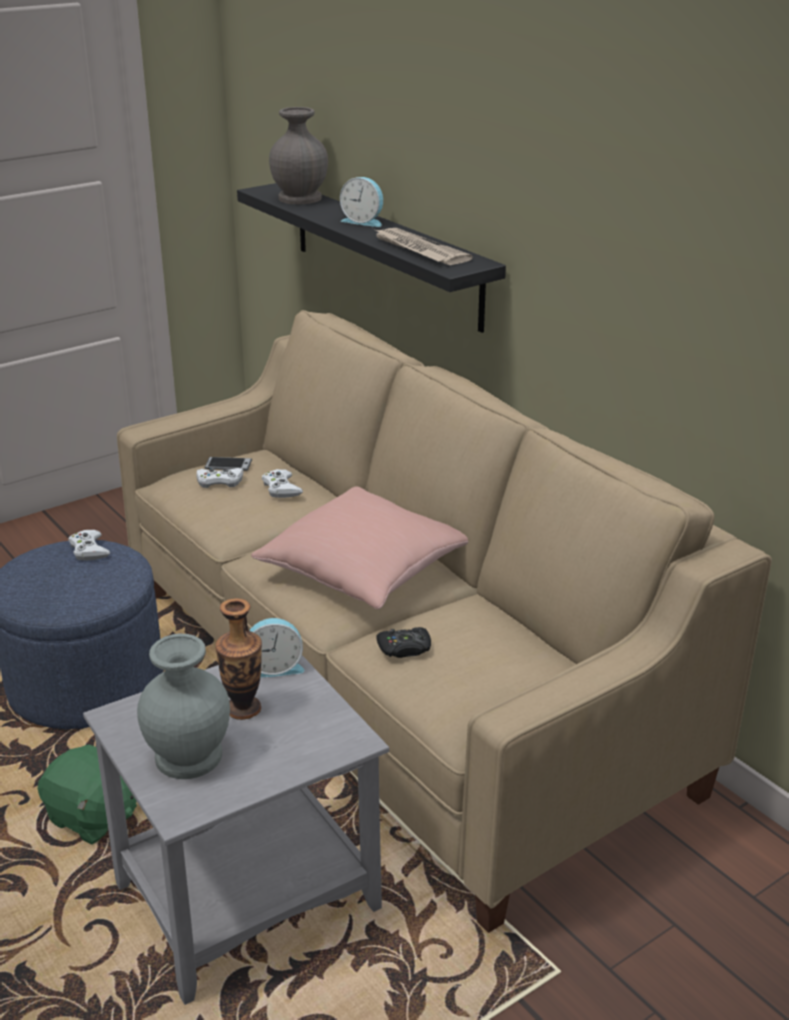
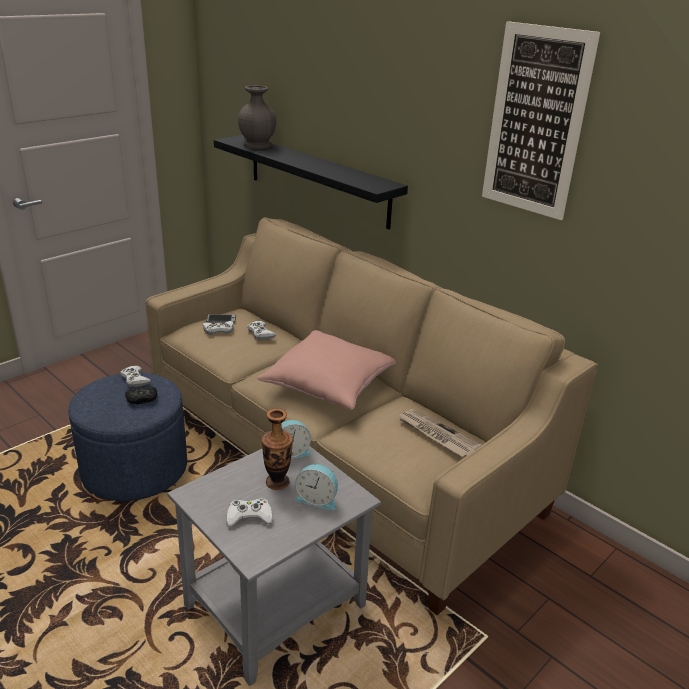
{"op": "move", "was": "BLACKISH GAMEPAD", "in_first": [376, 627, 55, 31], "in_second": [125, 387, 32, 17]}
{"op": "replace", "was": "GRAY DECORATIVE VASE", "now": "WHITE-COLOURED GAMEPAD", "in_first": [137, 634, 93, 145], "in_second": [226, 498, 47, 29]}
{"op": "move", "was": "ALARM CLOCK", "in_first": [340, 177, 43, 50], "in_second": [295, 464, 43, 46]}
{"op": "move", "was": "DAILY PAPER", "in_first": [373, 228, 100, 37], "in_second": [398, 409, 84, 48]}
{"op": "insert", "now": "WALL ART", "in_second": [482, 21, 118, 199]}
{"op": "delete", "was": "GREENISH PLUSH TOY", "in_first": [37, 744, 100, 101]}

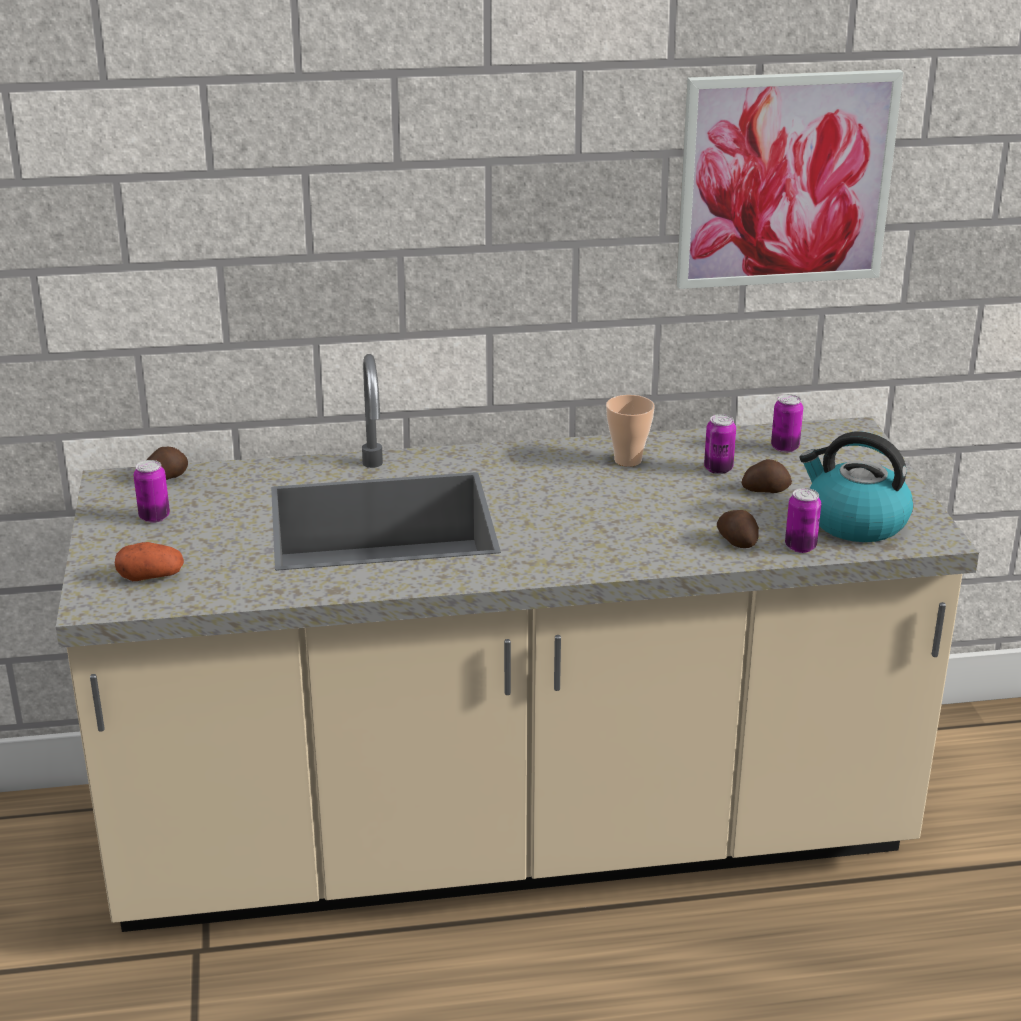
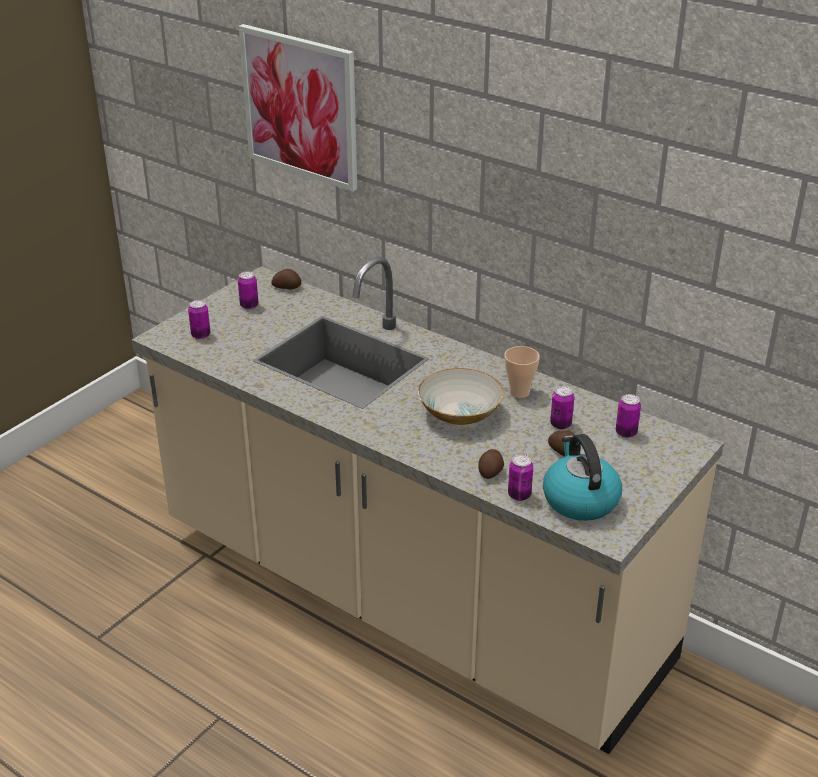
{"op": "replace", "was": "SPUD", "now": "METAL CAN", "in_first": [115, 542, 69, 39], "in_second": [188, 300, 22, 39]}
{"op": "move", "was": "WALL ART", "in_first": [676, 69, 227, 220], "in_second": [239, 24, 118, 167]}
{"op": "insert", "now": "BOWL", "in_second": [418, 368, 86, 57]}

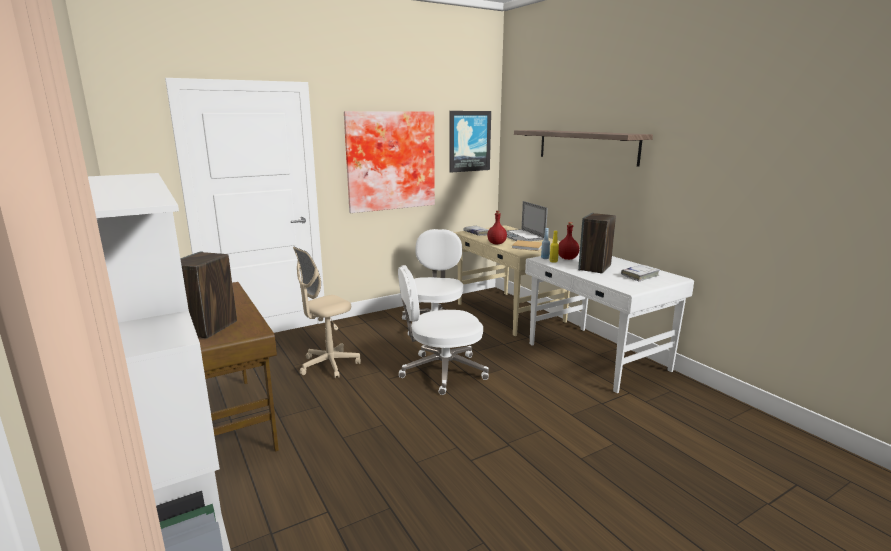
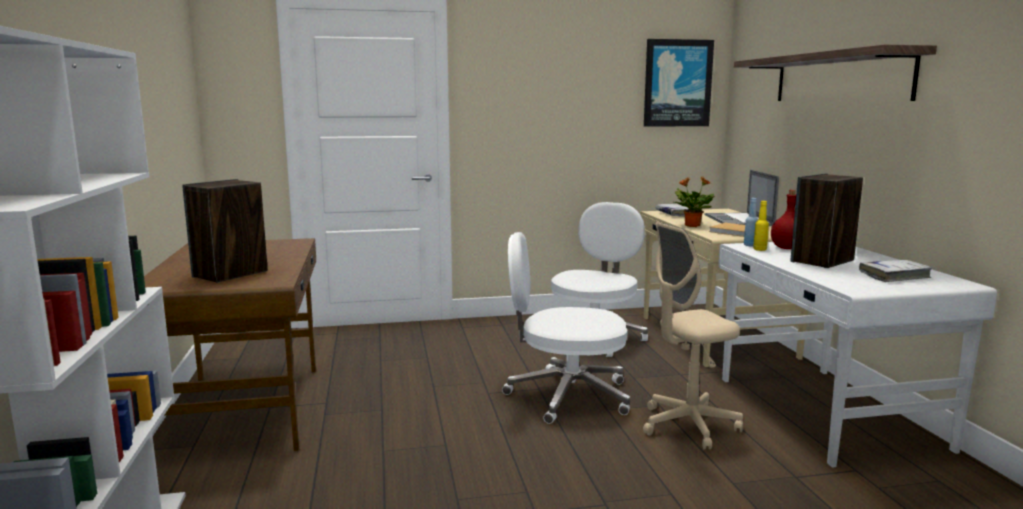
{"op": "move", "was": "SAND-COLOURED OFFICE CHAIR", "in_first": [293, 247, 68, 131], "in_second": [643, 222, 100, 228]}
{"op": "replace", "was": "RED-COLOURED DRINK BOTTLE", "now": "HOUSEPLANT", "in_first": [487, 211, 20, 33], "in_second": [674, 176, 41, 51]}
{"op": "delete", "was": "WALL ART", "in_first": [344, 111, 91, 102]}

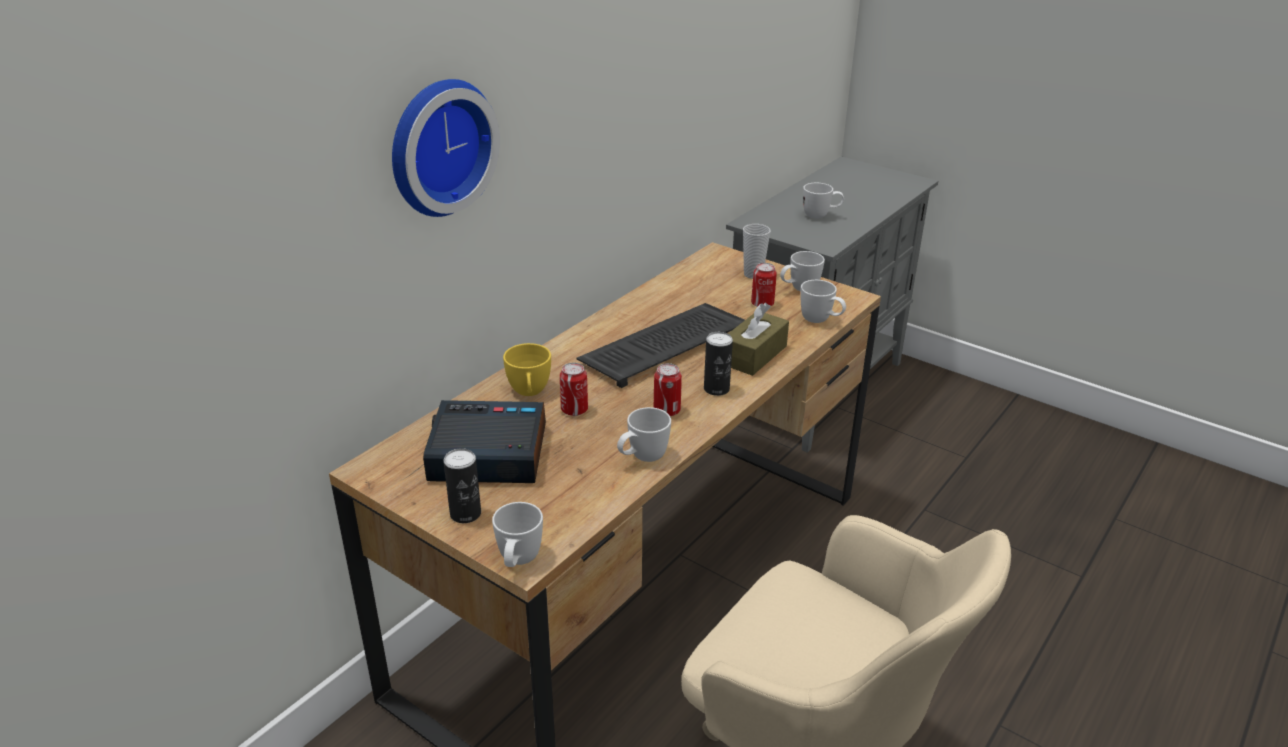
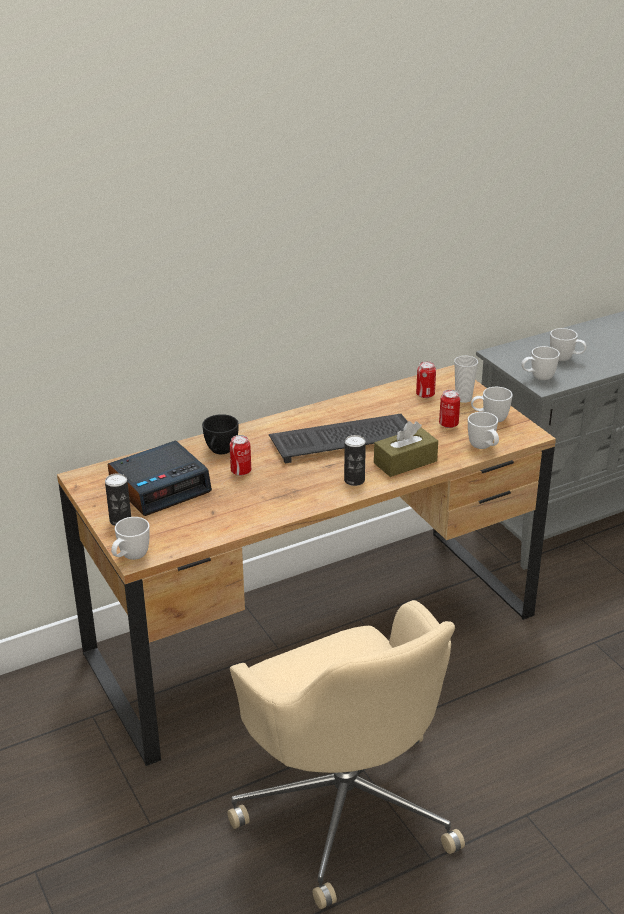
{"op": "rotate", "was": "ALARM CLOCK", "in_first": [423, 400, 123, 83], "in_second": [108, 440, 104, 76], "clockwise": 120}
{"op": "recolor", "was": "YELLOWISH DRINKING CUP", "now": "BLACKISH DRINKING CUP", "in_first": [503, 343, 48, 53], "in_second": [202, 414, 36, 40]}
{"op": "move", "was": "METAL CAN", "in_first": [654, 363, 28, 53], "in_second": [416, 361, 20, 37]}
{"op": "move", "was": "WHITE-COLOURED MUG", "in_first": [617, 407, 54, 55], "in_second": [521, 346, 39, 34]}
{"op": "delete", "was": "CLOCK ON THE WALL", "in_first": [392, 79, 108, 138]}

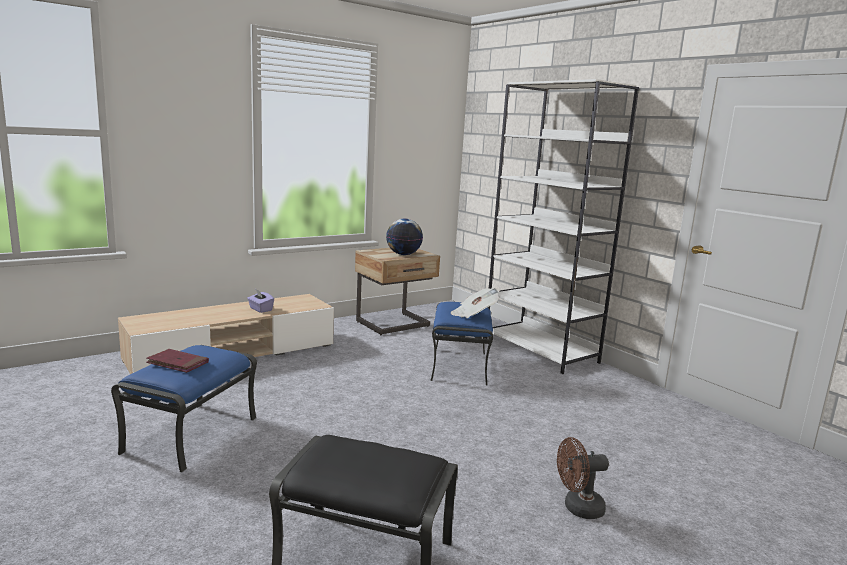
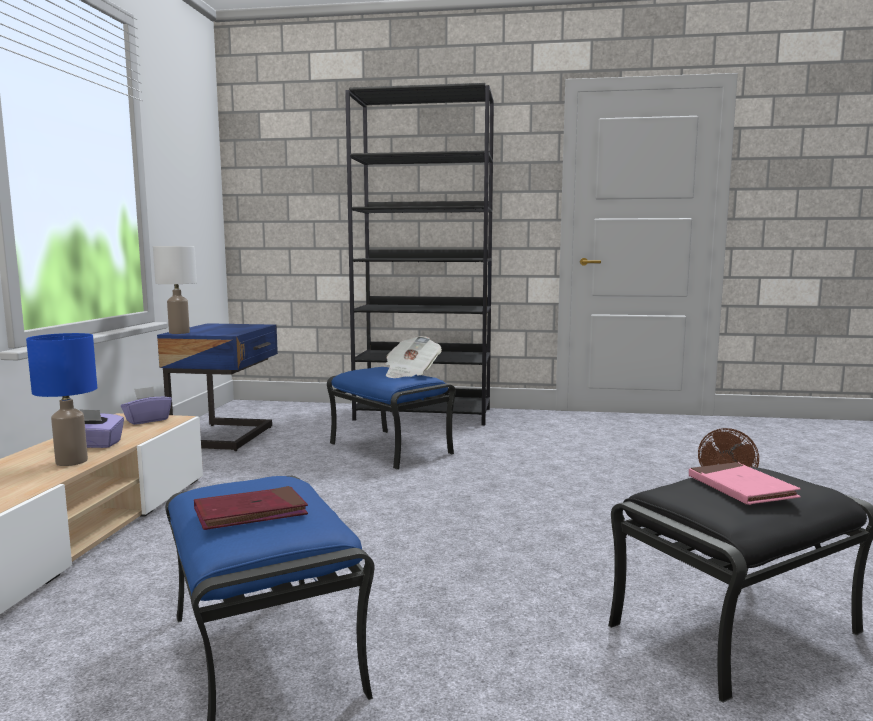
{"op": "insert", "now": "BLUISH TABLE LAMP", "in_second": [26, 333, 71, 133]}
{"op": "insert", "now": "PURPLE-COLOURED TISSUE BOX", "in_second": [121, 387, 51, 38]}
{"op": "insert", "now": "WHITE-COLOURED TABLE LAMP", "in_second": [153, 246, 44, 88]}
{"op": "recolor", "was": "SAND-COLOURED NIGHT TABLE", "now": "BLUISH NIGHT TABLE", "in_first": [355, 248, 85, 87], "in_second": [157, 323, 121, 128]}
{"op": "recolor", "was": "WHITE-COLOURED BOOKSHELF", "now": "BLACKISH BOOKSHELF", "in_first": [485, 79, 154, 295], "in_second": [345, 83, 149, 342]}
{"op": "insert", "now": "PINK-COLOURED BOUND BOOK", "in_second": [689, 462, 112, 43]}
{"op": "delete", "was": "WORLD GLOBE", "in_first": [386, 219, 37, 36]}

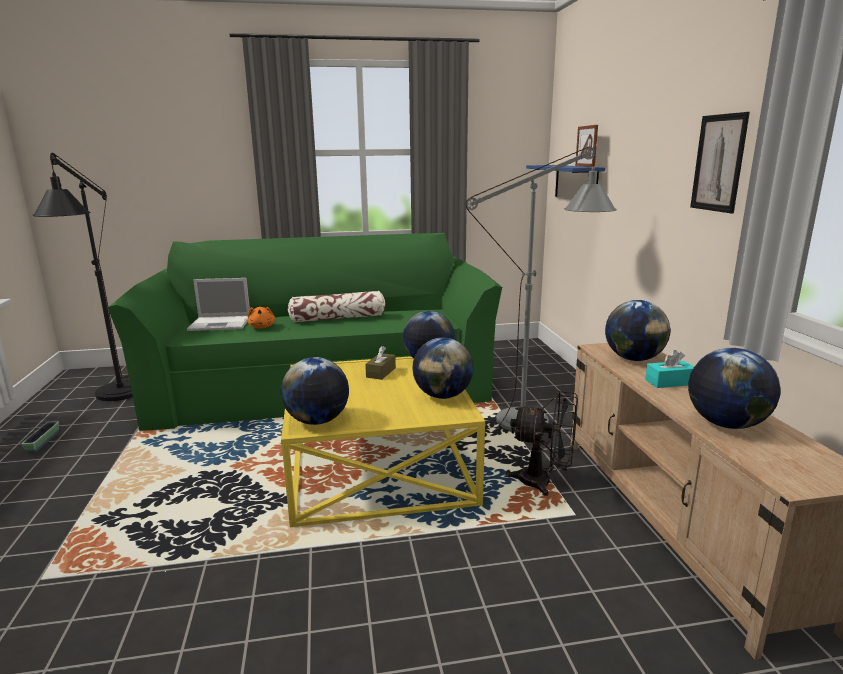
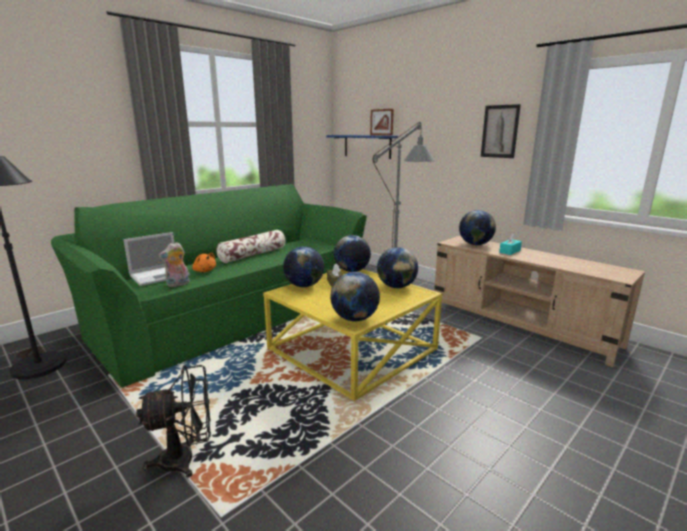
{"op": "move", "was": "BLACKISH COOLING FAN", "in_first": [506, 390, 72, 106], "in_second": [136, 365, 75, 113]}
{"op": "insert", "now": "PLUSH TOY", "in_second": [159, 242, 31, 45]}
{"op": "move", "was": "WORLD GLOBE", "in_first": [688, 348, 93, 81], "in_second": [283, 246, 41, 41]}
{"op": "delete", "was": "FLOWER POT", "in_first": [21, 421, 38, 32]}

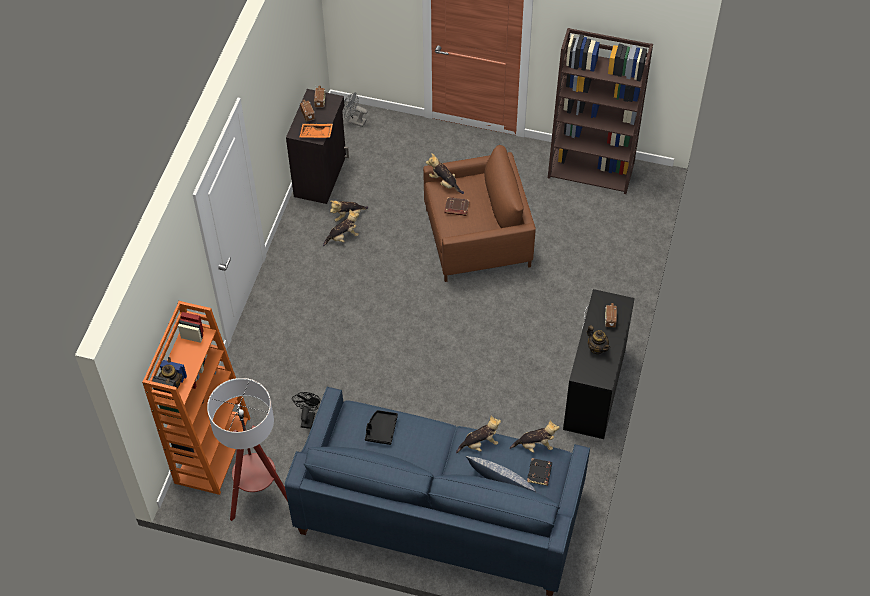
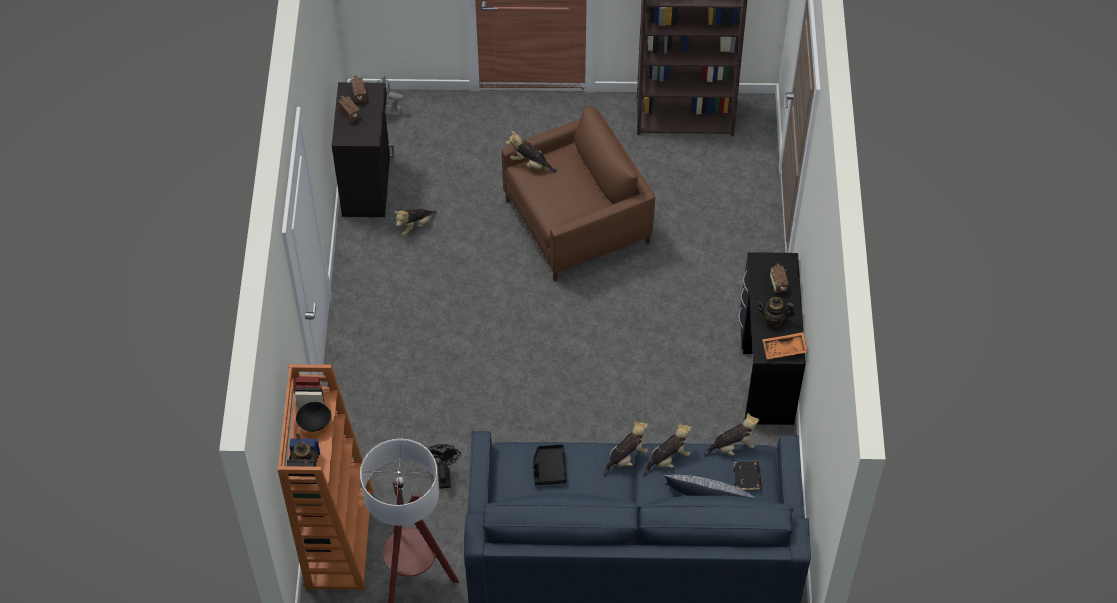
{"op": "insert", "now": "BLACKISH BOWL", "in_second": [296, 402, 35, 30]}
{"op": "move", "was": "PLUSH TOY", "in_first": [323, 210, 36, 36], "in_second": [604, 420, 44, 57]}
{"op": "rotate", "was": "TEAPOT", "in_first": [587, 325, 23, 29], "in_second": [756, 297, 39, 30], "clockwise": 150}
{"op": "move", "was": "ORANGE TRAY", "in_first": [299, 124, 34, 14], "in_second": [762, 332, 46, 27]}
{"op": "delete", "was": "BROWNISH BOUND BOOK", "in_first": [444, 197, 25, 19]}

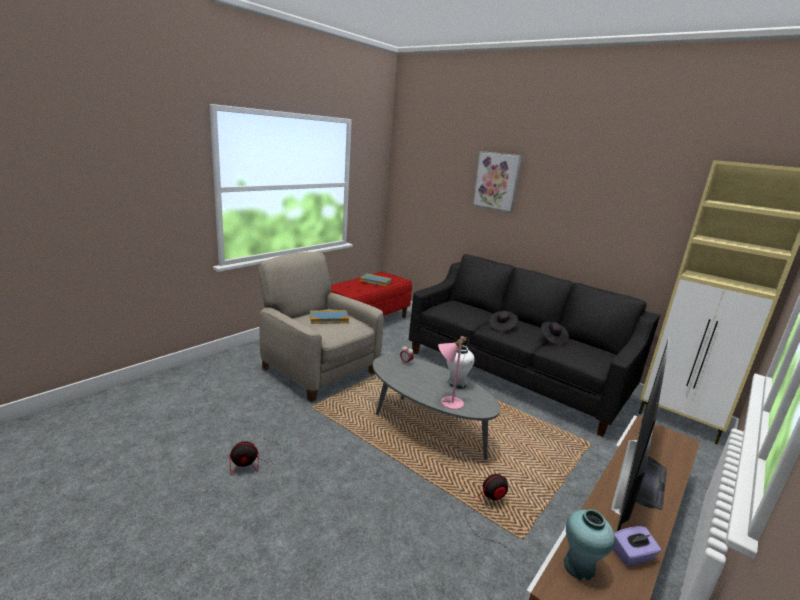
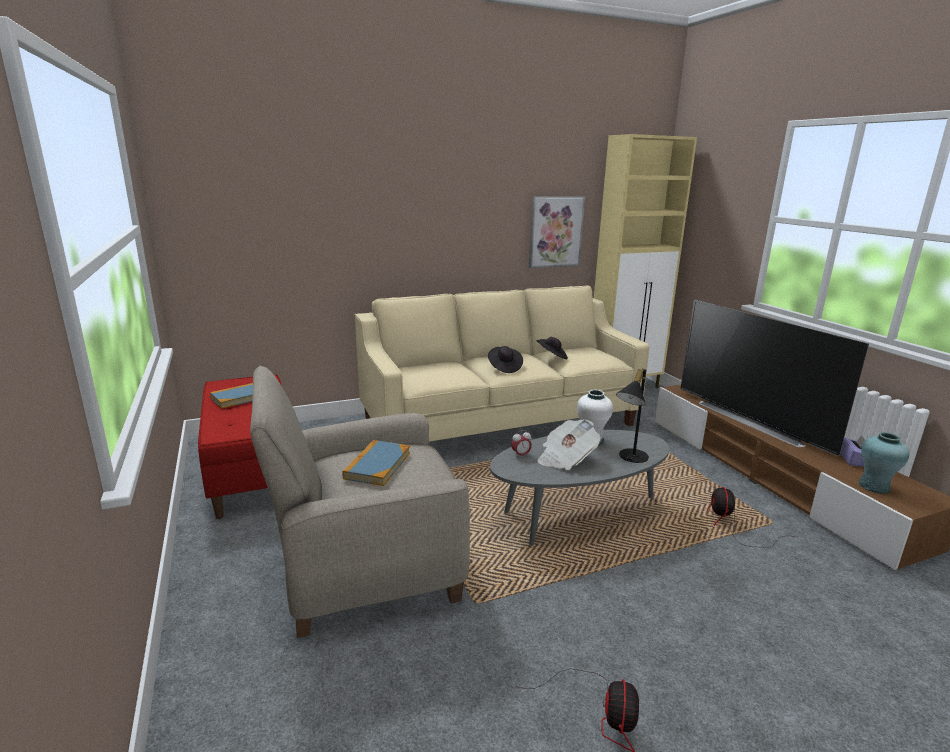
{"op": "recolor", "was": "BLACKISH COUCH", "now": "SAND-COLOURED COUCH", "in_first": [409, 254, 251, 183], "in_second": [354, 285, 296, 157]}
{"op": "move", "was": "WALL ART", "in_first": [472, 151, 50, 62], "in_second": [529, 197, 56, 71]}
{"op": "insert", "now": "DAILY PAPER", "in_second": [538, 419, 62, 51]}
{"op": "recolor", "was": "PINK-COLOURED TABLE LAMP", "now": "BLACKISH TABLE LAMP", "in_first": [438, 336, 31, 73], "in_second": [616, 368, 33, 95]}

